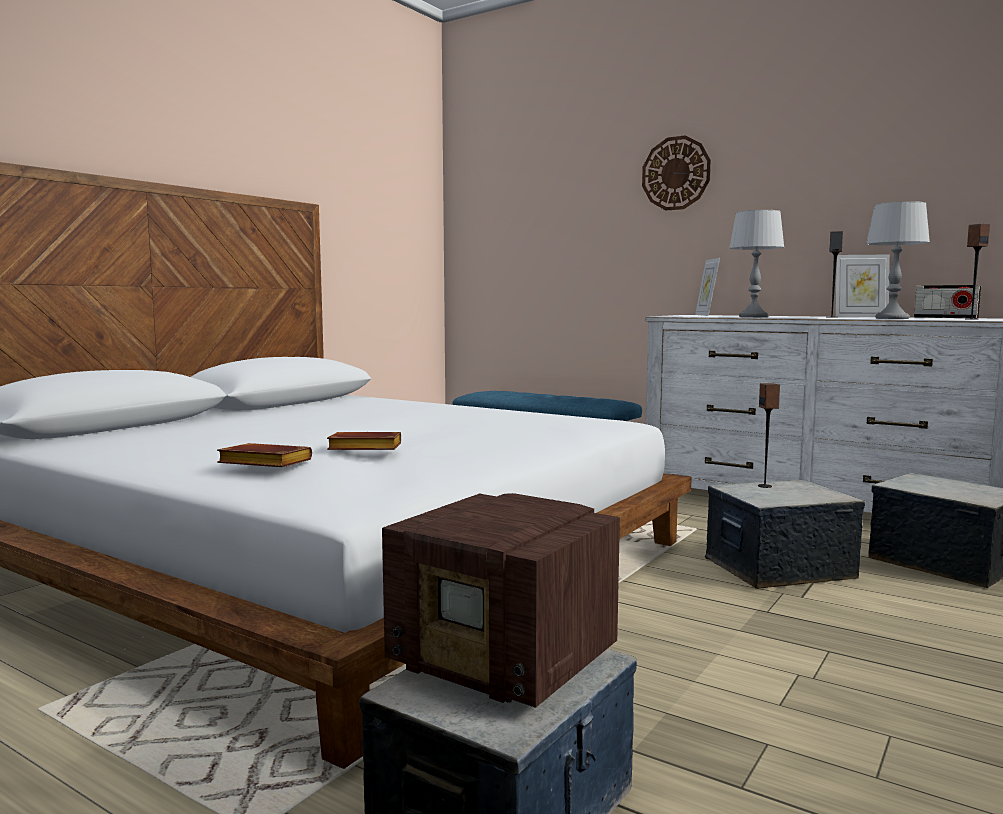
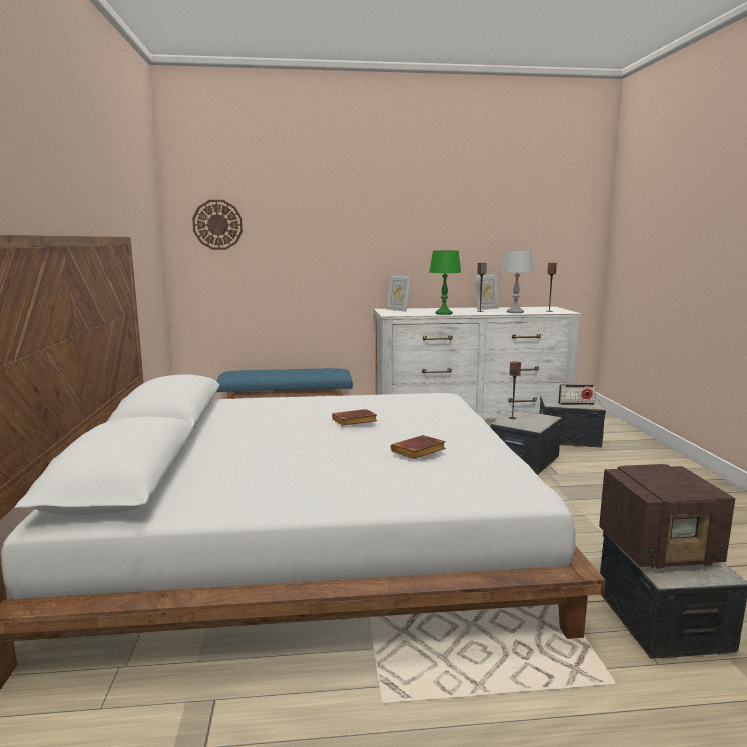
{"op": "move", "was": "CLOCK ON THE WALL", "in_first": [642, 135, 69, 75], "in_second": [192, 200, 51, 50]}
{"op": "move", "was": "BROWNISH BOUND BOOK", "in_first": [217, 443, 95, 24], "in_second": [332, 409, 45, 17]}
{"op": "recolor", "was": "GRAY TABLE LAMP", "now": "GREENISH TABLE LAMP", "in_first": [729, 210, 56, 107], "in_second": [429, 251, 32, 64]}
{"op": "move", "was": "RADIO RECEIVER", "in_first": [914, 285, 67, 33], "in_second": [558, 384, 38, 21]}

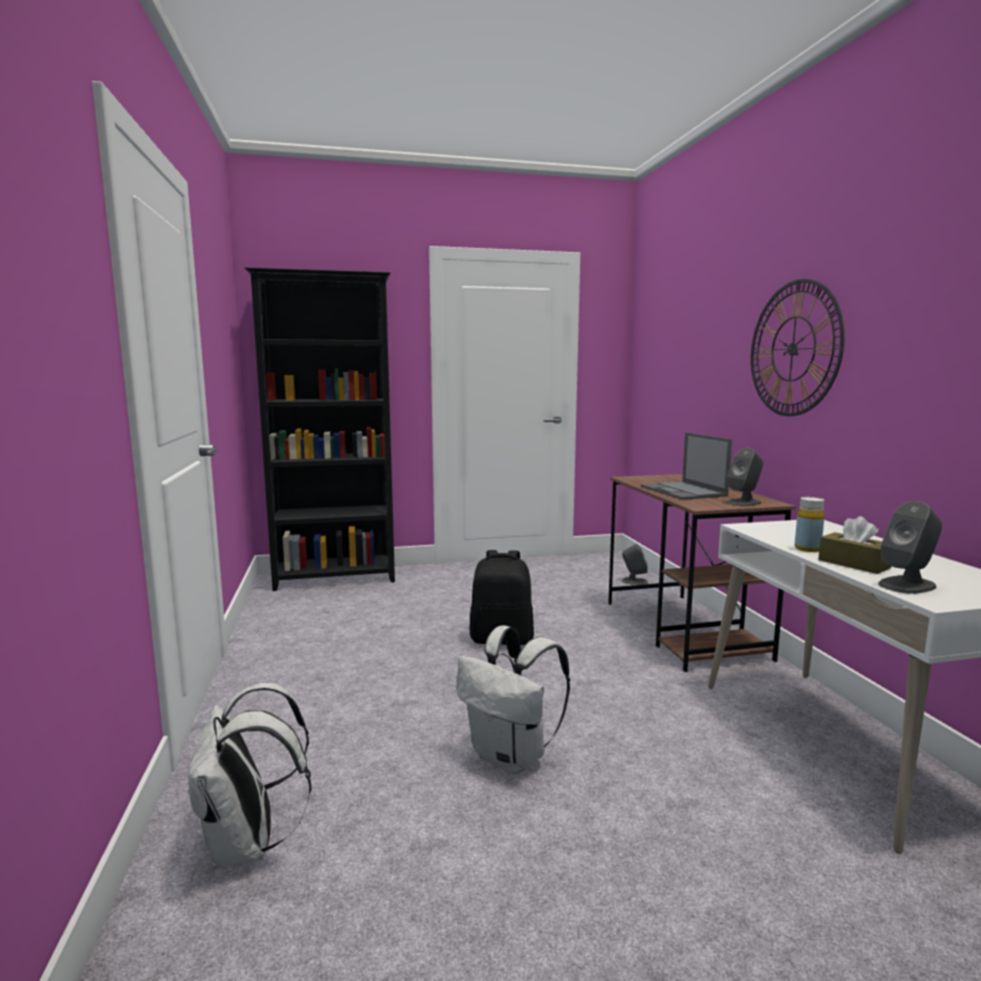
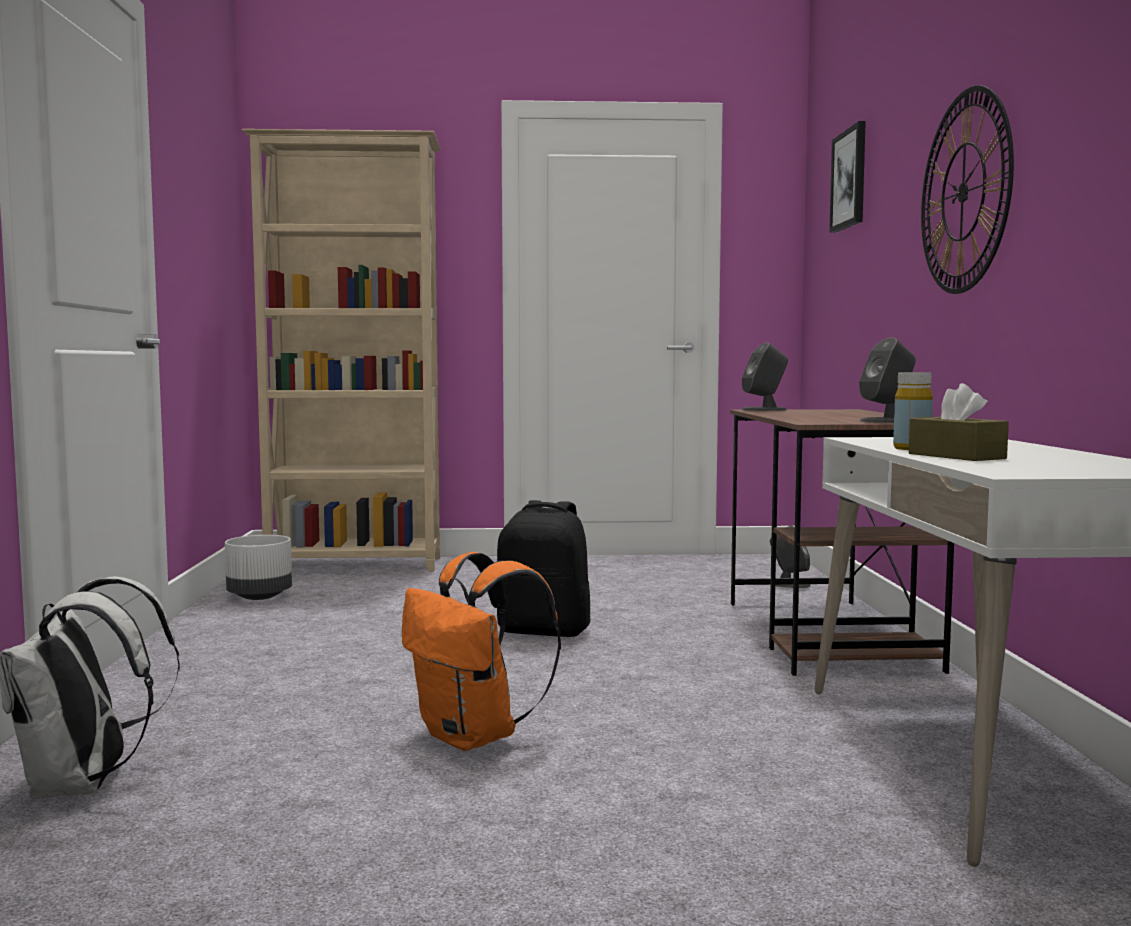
{"op": "insert", "now": "WHITE-COLOURED FLOWER POT", "in_second": [225, 535, 67, 65]}
{"op": "recolor", "was": "BLACKISH BOOKSHELF", "now": "SAND-COLOURED BOOKSHELF", "in_first": [245, 267, 150, 324], "in_second": [241, 129, 199, 443]}
{"op": "recolor", "was": "WHITE-COLOURED KNAPSACK", "now": "ORANGE KNAPSACK", "in_first": [456, 625, 114, 149], "in_second": [402, 552, 159, 199]}
{"op": "move", "was": "GRAY SPEAKER", "in_first": [878, 501, 64, 93], "in_second": [742, 342, 46, 69]}
{"op": "insert", "now": "WALL ART", "in_second": [829, 121, 37, 112]}
{"op": "delete", "was": "LAPTOP", "in_first": [641, 433, 91, 67]}

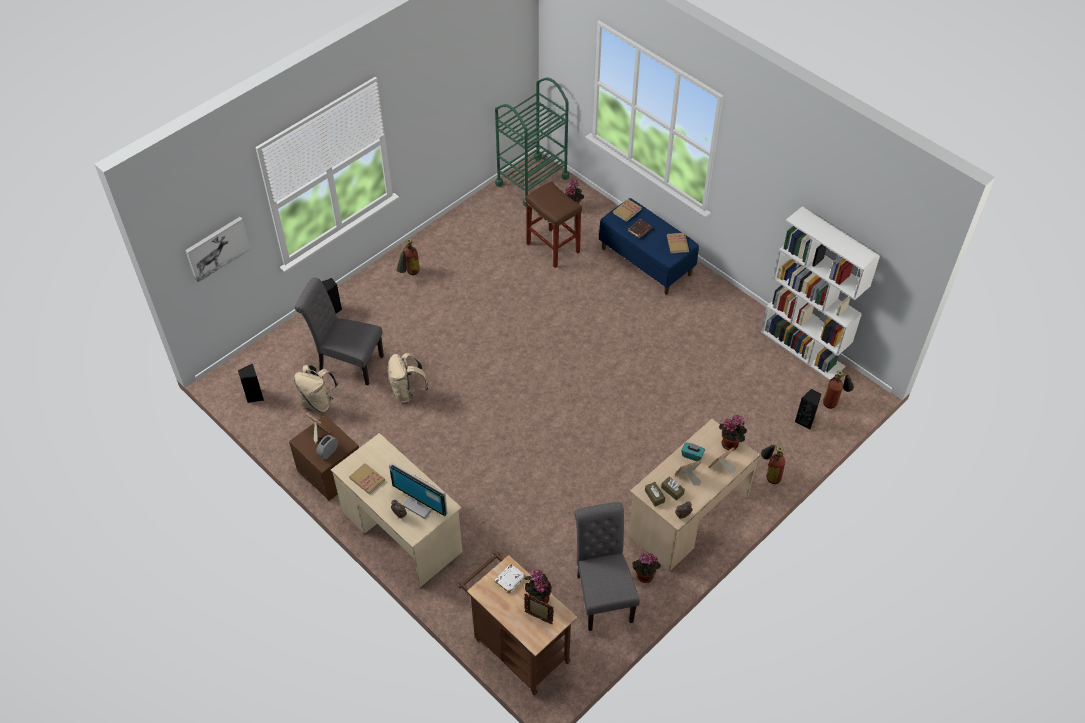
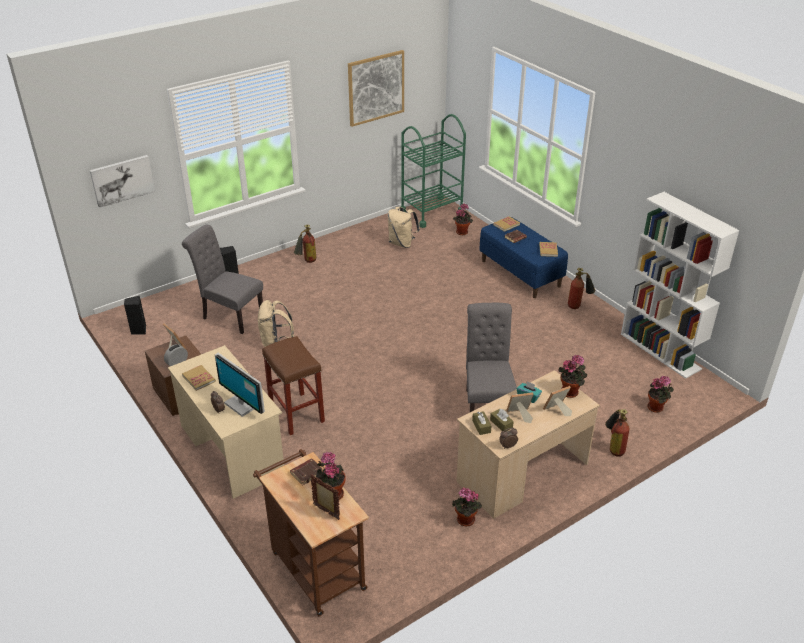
{"op": "move", "was": "BROWNISH STOOL", "in_first": [525, 182, 57, 86], "in_second": [262, 336, 63, 99]}
{"op": "recolor", "was": "WHITE-COLOURED BOUND BOOK", "now": "BROWNISH BOUND BOOK", "in_first": [494, 564, 31, 30], "in_second": [290, 458, 34, 28]}
{"op": "insert", "now": "WALL ART", "in_second": [348, 50, 56, 77]}
{"op": "move", "was": "SAND-COLOURED KNAPSACK", "in_first": [294, 365, 44, 47], "in_second": [388, 206, 32, 42]}
{"op": "move", "was": "GRAY CHAIR", "in_first": [575, 502, 65, 129], "in_second": [466, 303, 51, 109]}
{"op": "move", "was": "FIRE-FIGHTING CYLINDER", "in_first": [823, 370, 31, 39], "in_second": [568, 268, 27, 41]}
{"op": "replace", "was": "BLACKISH SPEAKER", "now": "HOUSEPLANT", "in_first": [795, 389, 26, 41], "in_second": [647, 376, 27, 37]}

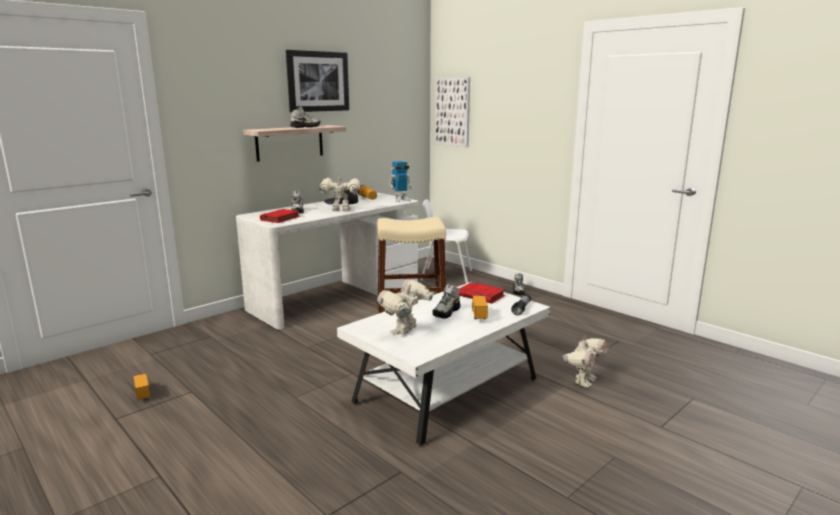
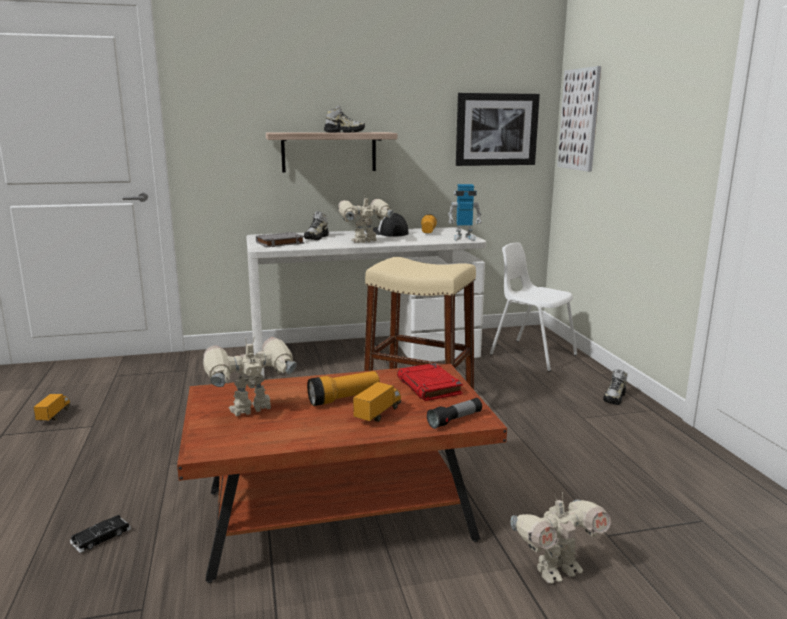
{"op": "insert", "now": "BLACKISH MINIATURE CAR", "in_second": [70, 515, 61, 38]}
{"op": "recolor", "was": "WHITE-COLOURED COFFEE TABLE", "now": "BROWNISH COFFEE TABLE", "in_first": [337, 282, 214, 164], "in_second": [177, 364, 330, 219]}
{"op": "recolor", "was": "RED-COLOURED BOUND BOOK", "now": "GRAY BOUND BOOK", "in_first": [260, 209, 40, 14], "in_second": [256, 232, 49, 15]}
{"op": "replace", "was": "SHOE", "now": "HAND TORCH", "in_first": [433, 284, 27, 35], "in_second": [307, 371, 73, 35]}
{"op": "rotate", "was": "MODEL ROBOT", "in_first": [319, 174, 42, 37], "in_second": [338, 194, 55, 49], "clockwise": -60}
{"op": "move", "was": "WALL ART", "in_first": [286, 50, 63, 62], "in_second": [456, 93, 84, 73]}

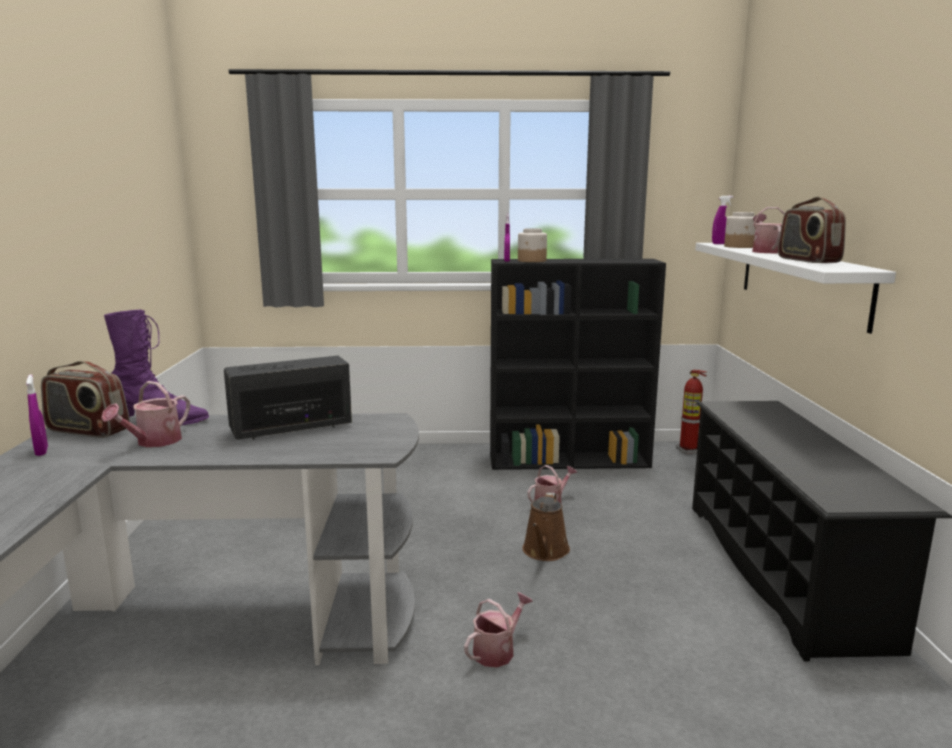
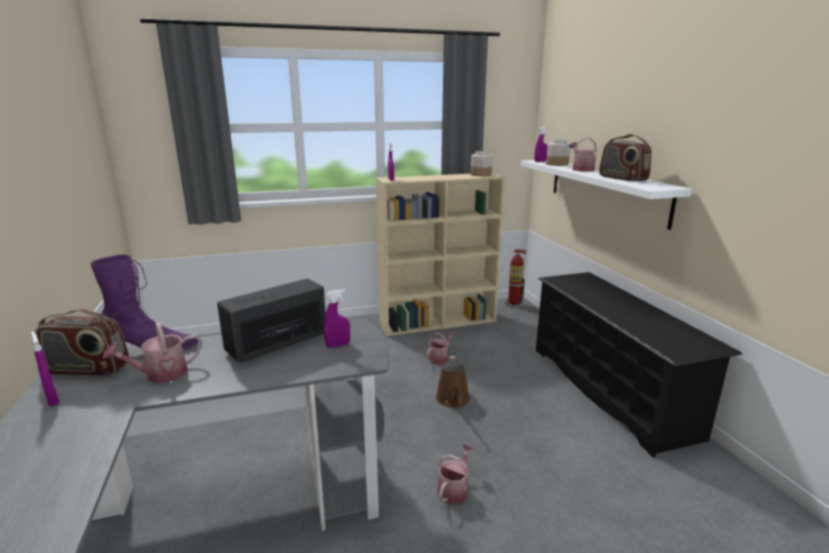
{"op": "rotate", "was": "WATERING CAN", "in_first": [101, 381, 89, 66], "in_second": [103, 322, 99, 61], "clockwise": 45}
{"op": "insert", "now": "PURPLE-COLOURED HAND SPRAYER", "in_second": [324, 289, 26, 59]}
{"op": "recolor", "was": "BLACKISH BOOKSHELF", "now": "SAND-COLOURED BOOKSHELF", "in_first": [490, 259, 176, 211], "in_second": [376, 173, 129, 163]}
{"op": "move", "was": "STORAGE JAR", "in_first": [518, 228, 29, 34], "in_second": [471, 151, 22, 25]}

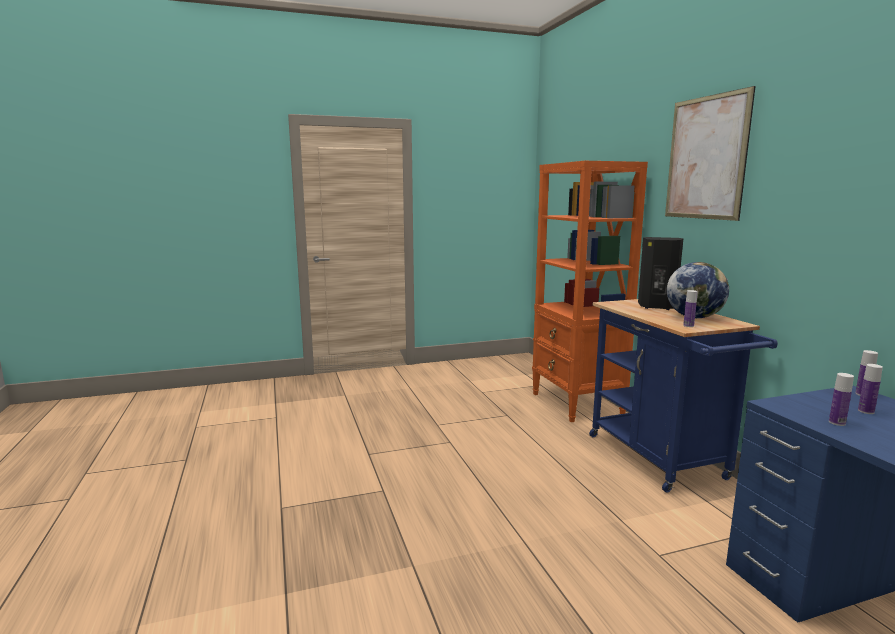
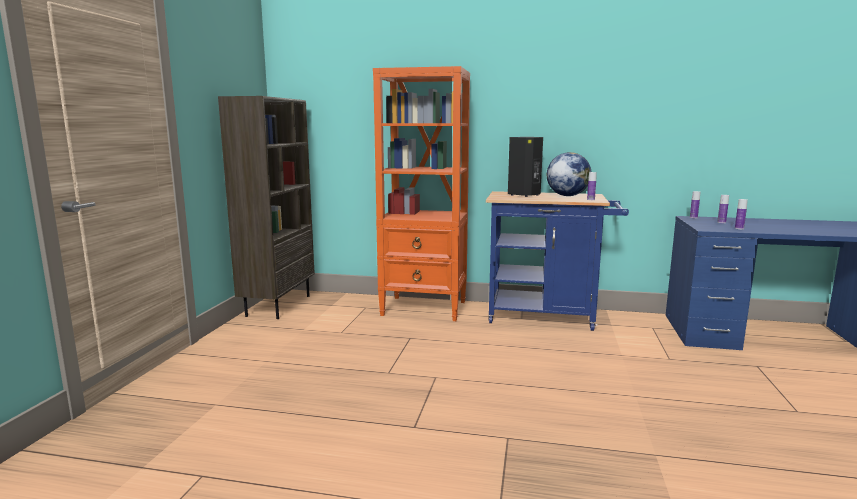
{"op": "insert", "now": "BROWNISH BOOKSHELF", "in_second": [218, 96, 97, 223]}
{"op": "delete", "was": "WALL ART", "in_first": [665, 86, 91, 135]}

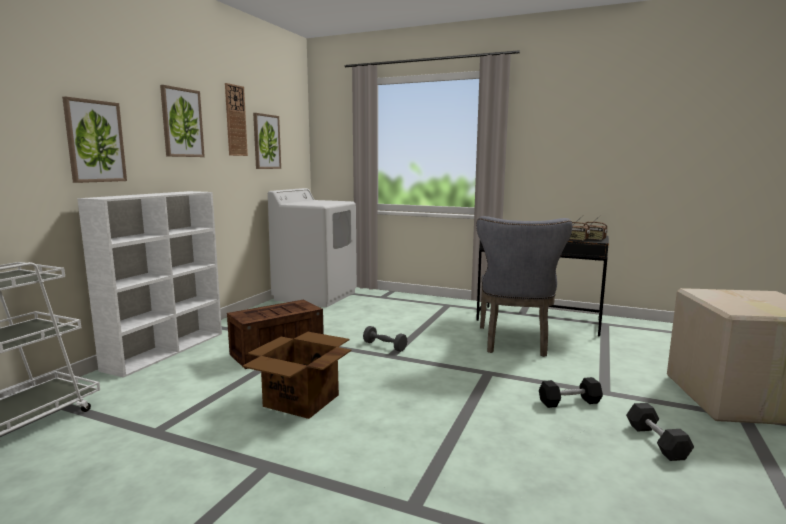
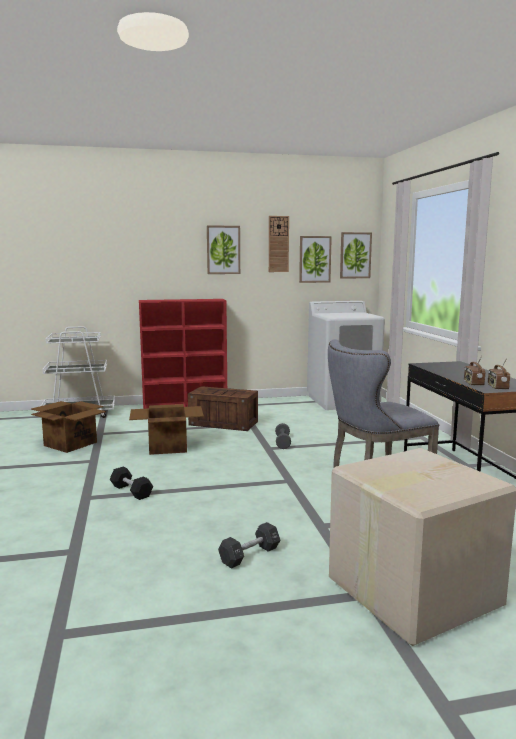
{"op": "insert", "now": "CARDBOARD BOX", "in_second": [31, 401, 75, 52]}
{"op": "move", "was": "BLACKISH HAND WEIGHT", "in_first": [539, 377, 64, 31], "in_second": [110, 467, 43, 33]}
{"op": "recolor", "was": "WHITE-COLOURED BOOKSHELF", "now": "RED-COLOURED BOOKSHELF", "in_first": [77, 191, 145, 187], "in_second": [139, 299, 88, 110]}
{"op": "move", "was": "WALL ART", "in_first": [62, 97, 65, 86], "in_second": [340, 232, 32, 46]}

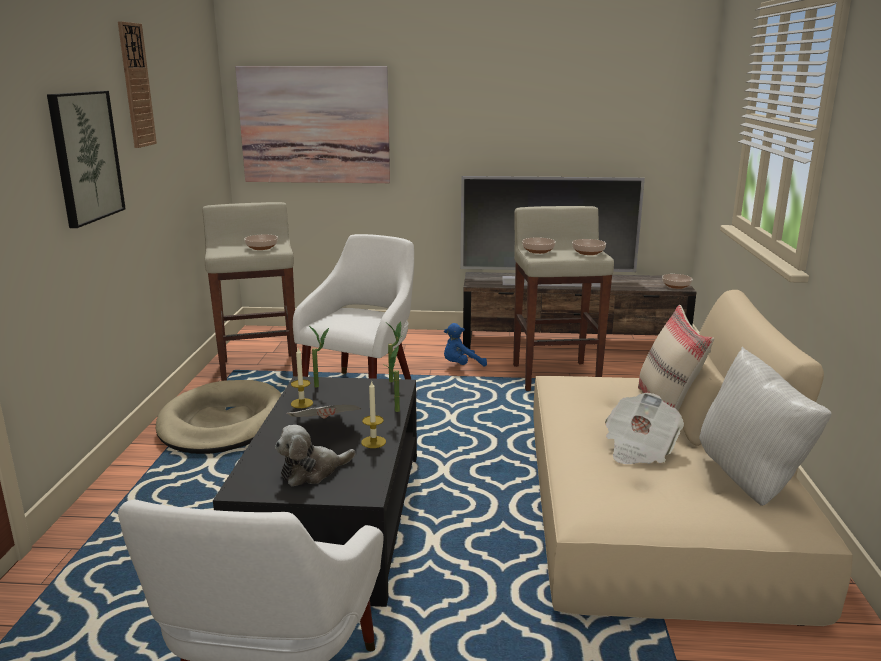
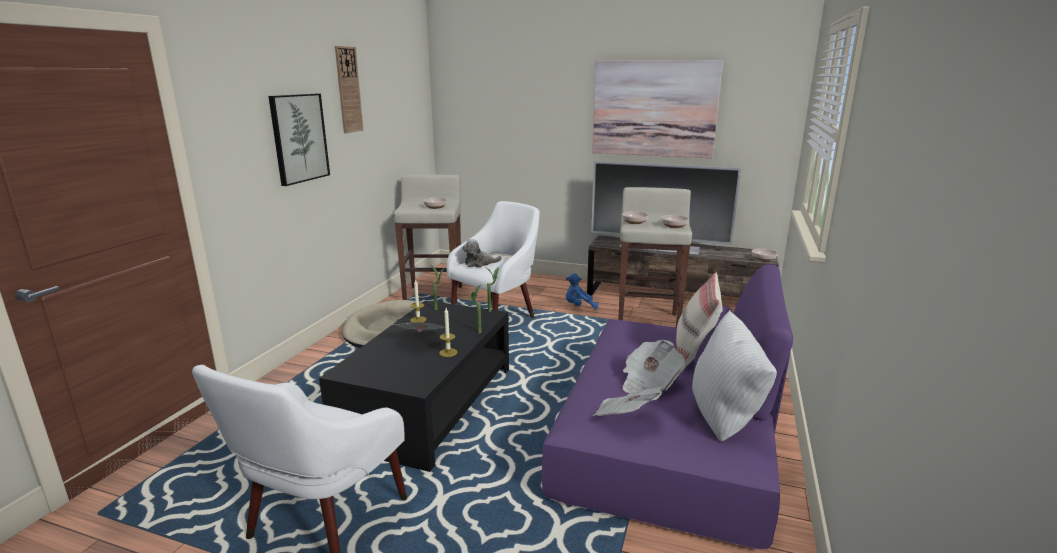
{"op": "move", "was": "PLUSH TOY", "in_first": [275, 425, 80, 61], "in_second": [462, 239, 40, 28]}
{"op": "recolor", "was": "SAND-COLOURED COUCH", "now": "PURPLE-COLOURED COUCH", "in_first": [533, 290, 320, 336], "in_second": [542, 264, 251, 285]}
{"op": "move", "was": "WALL ART", "in_first": [235, 66, 155, 117], "in_second": [592, 60, 131, 98]}
{"op": "insert", "now": "DAILY PAPER", "in_second": [592, 387, 71, 29]}

